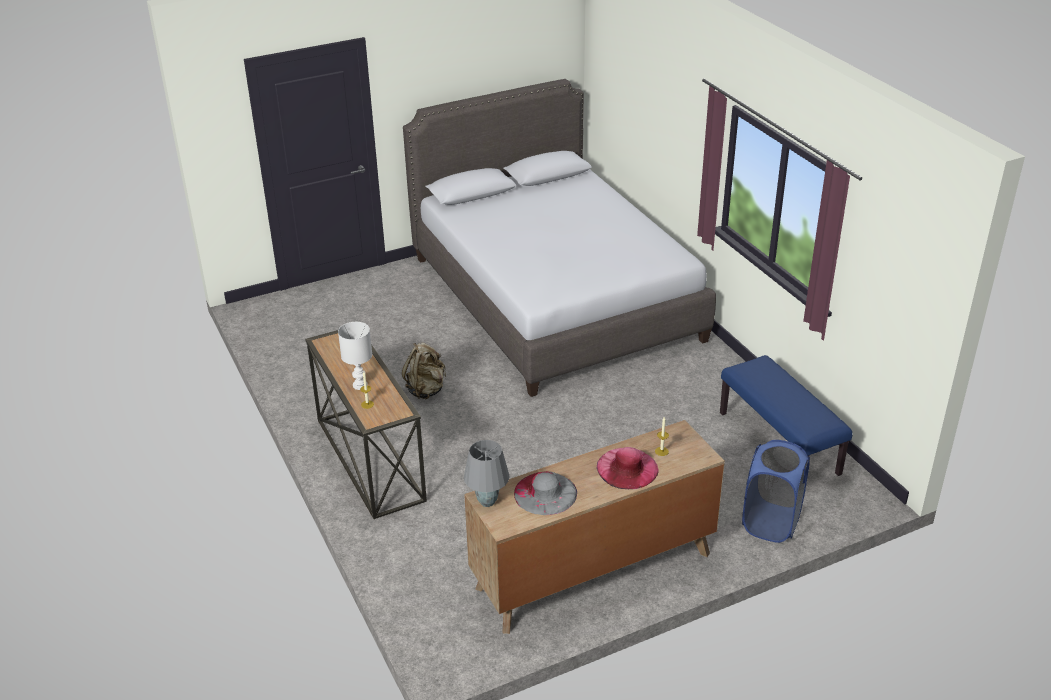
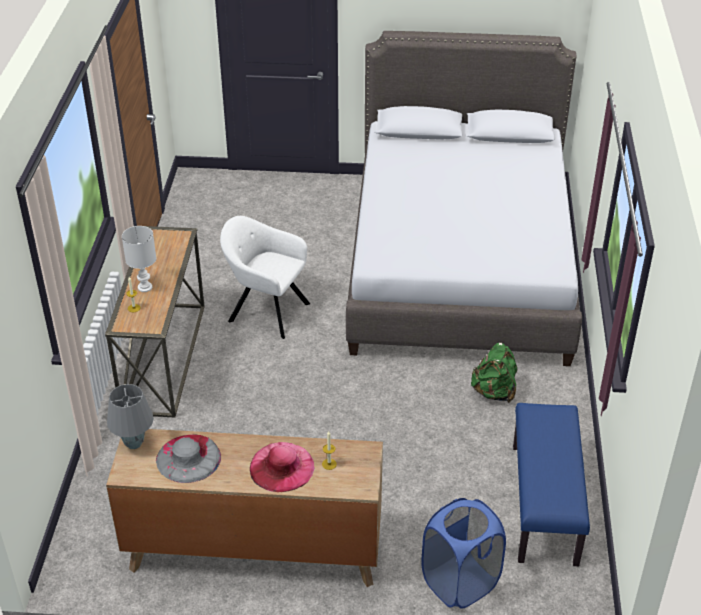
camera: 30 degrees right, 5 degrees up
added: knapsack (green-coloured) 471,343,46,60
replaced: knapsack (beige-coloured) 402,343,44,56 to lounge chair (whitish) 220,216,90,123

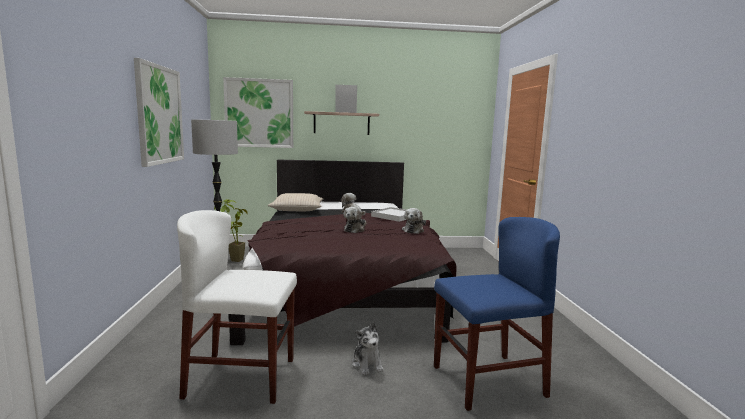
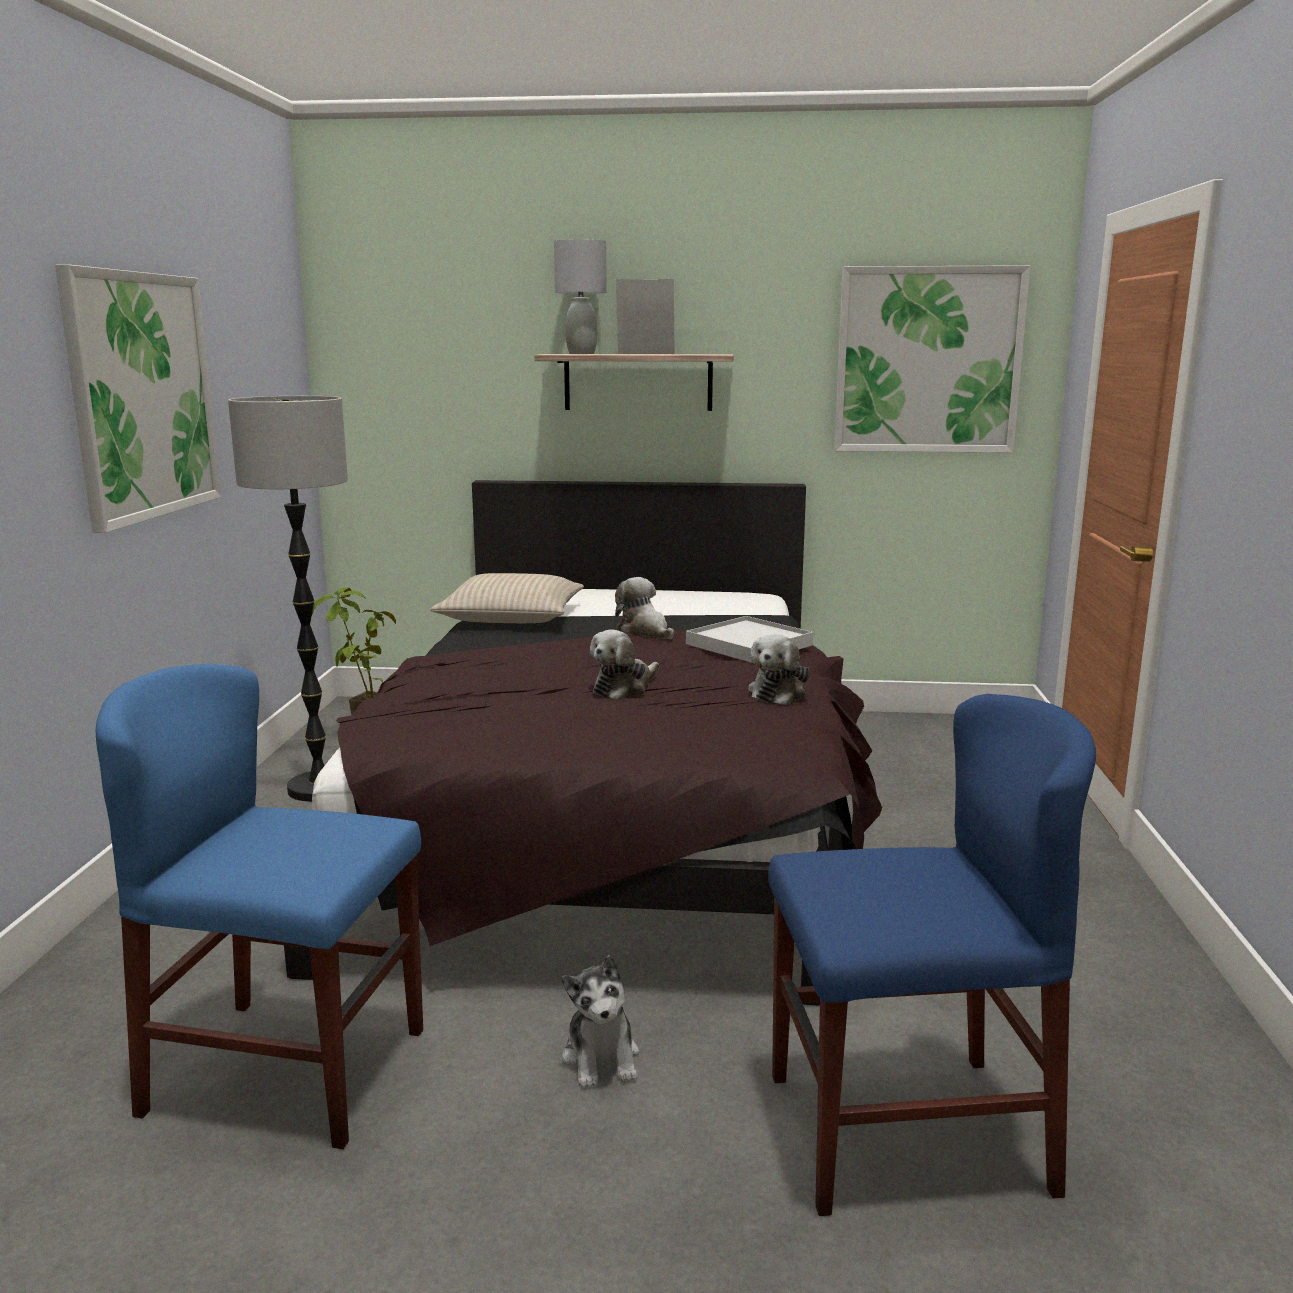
camera: 10 degrees right, 5 degrees up
added: table lamp (greyish) 554,239,53,115
moved: wall picture 223,77,70,71 to 834,265,197,188
recoloured: plain chair (whitish) 177,210,120,194 to plain chair (bluish) 95,664,328,485

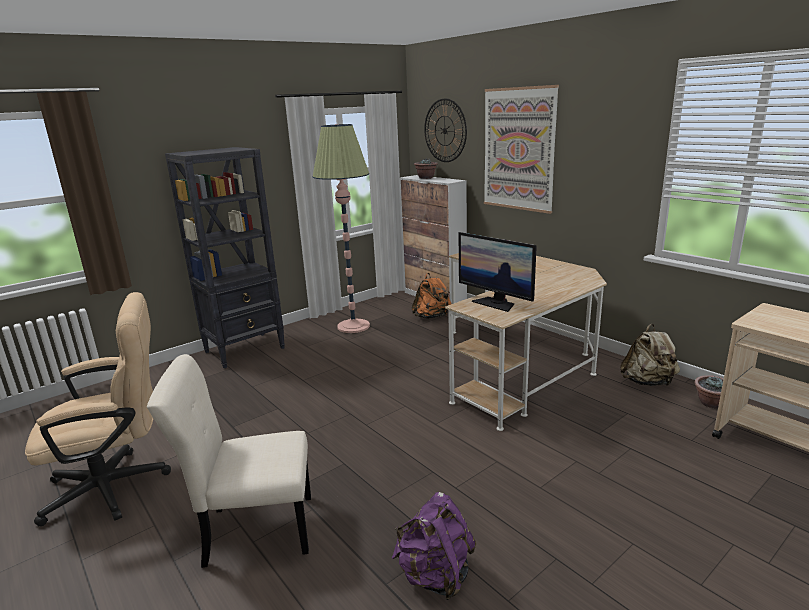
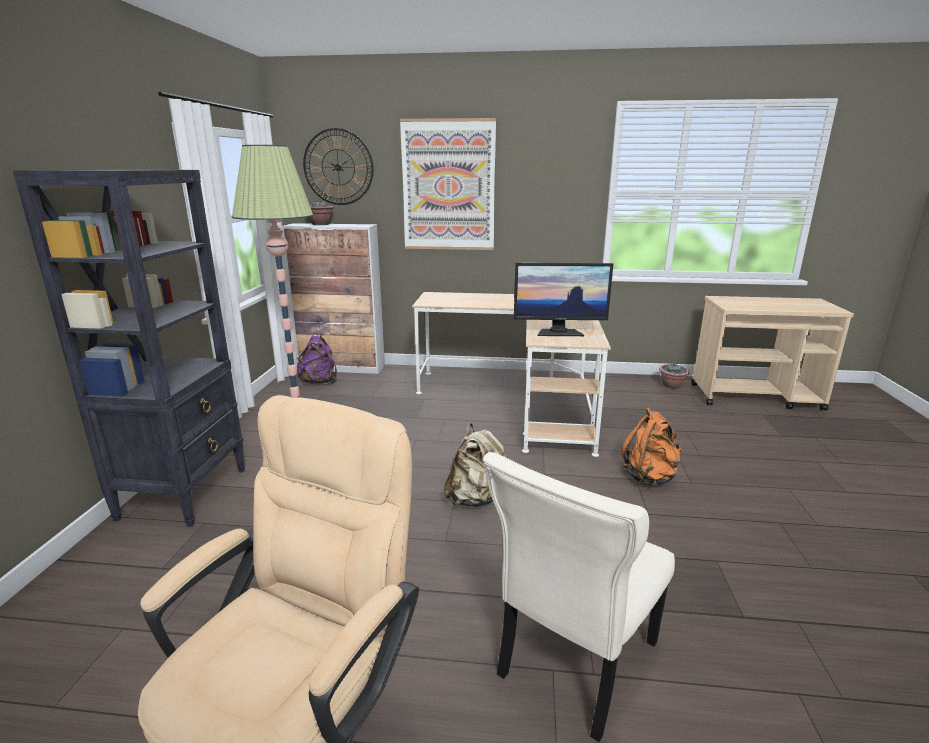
camera: 45 degrees left, 0 degrees up
moved: knapsack (purple-coloured) 392,492,84,108 to 296,333,41,51; knapsack (beige-coloured) 620,324,60,62 to 444,423,66,84; knapsack (orange) 412,273,39,46 to 621,408,60,78

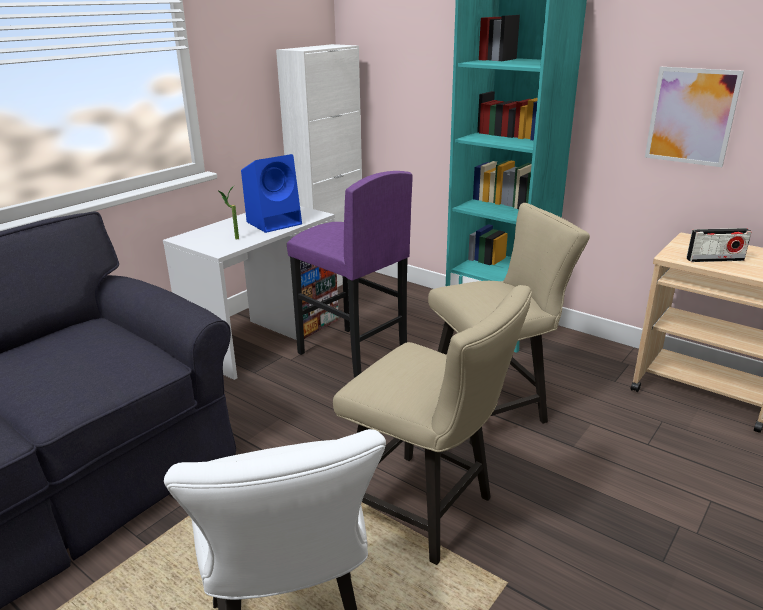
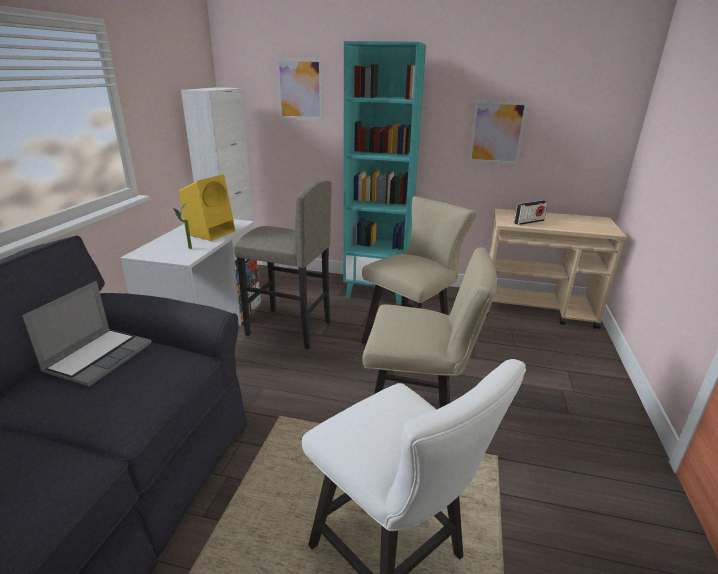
camera: 25 degrees left, 0 degrees up
added: laptop 22,281,130,105; wall picture 276,58,47,62
recoloured: speaker (bluish) 241,154,61,79 to speaker (yellow) 179,174,56,67; stool (purple-coloured) 287,171,126,207 to stool (greyish) 234,180,98,170

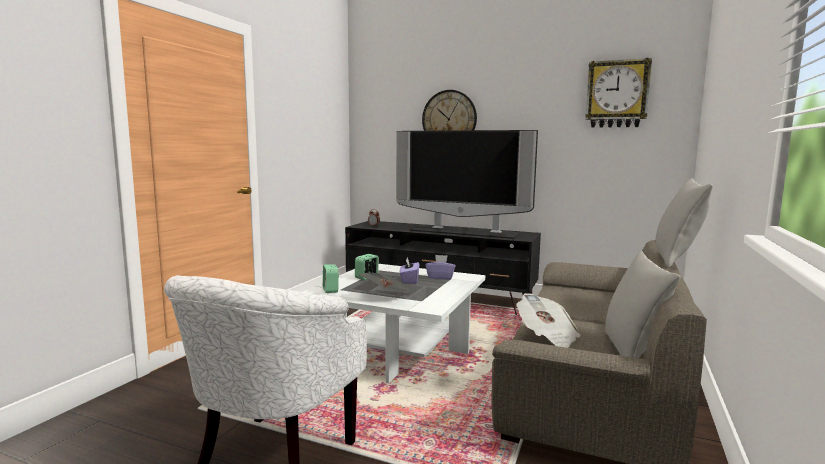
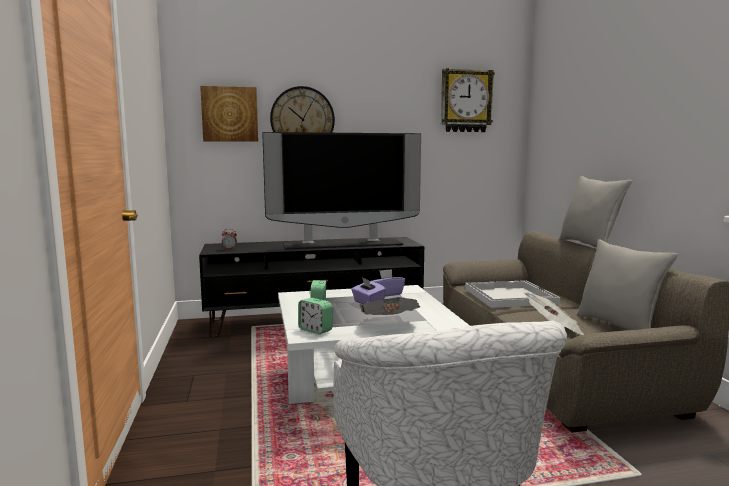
camera: 35 degrees left, 0 degrees up
added: wall picture 200,86,58,56; serving tray (whitish) 465,280,95,28

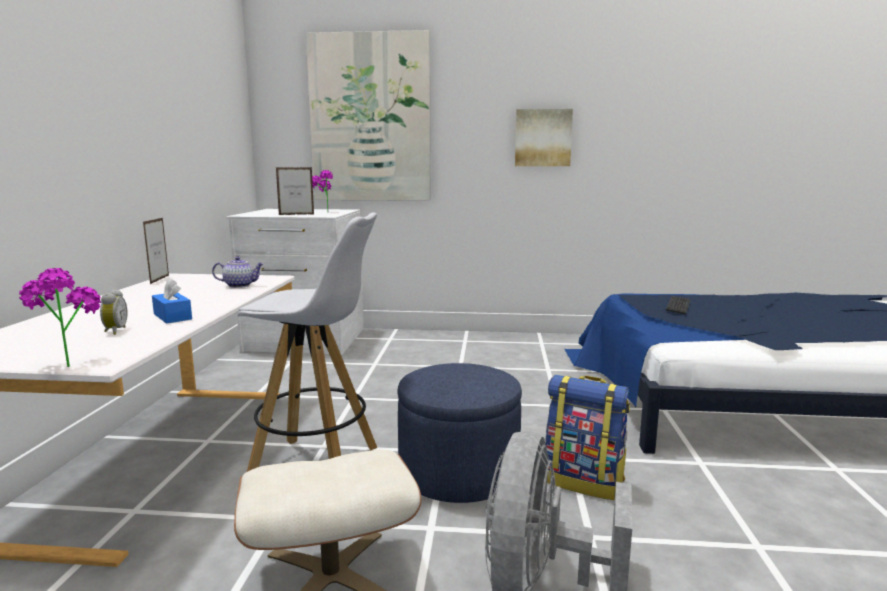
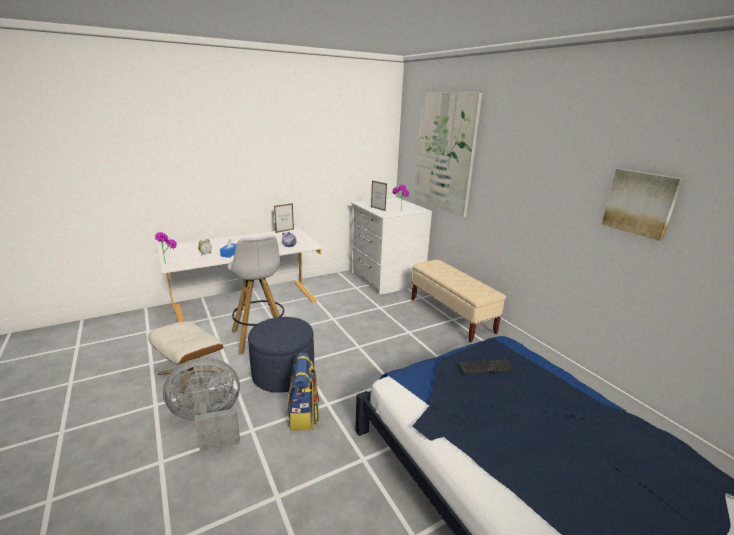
camera: 55 degrees right, 10 degrees up
added: indoor bench (beige-coloured) 411,260,95,83
moved: wall picture 515,109,58,57 to 601,169,82,72

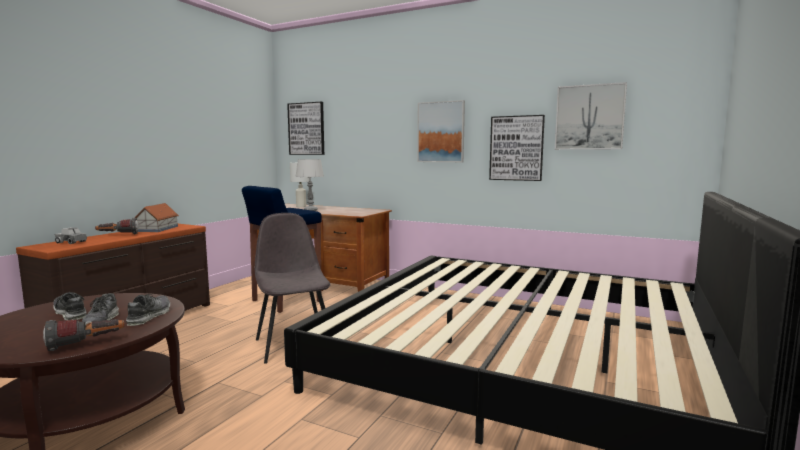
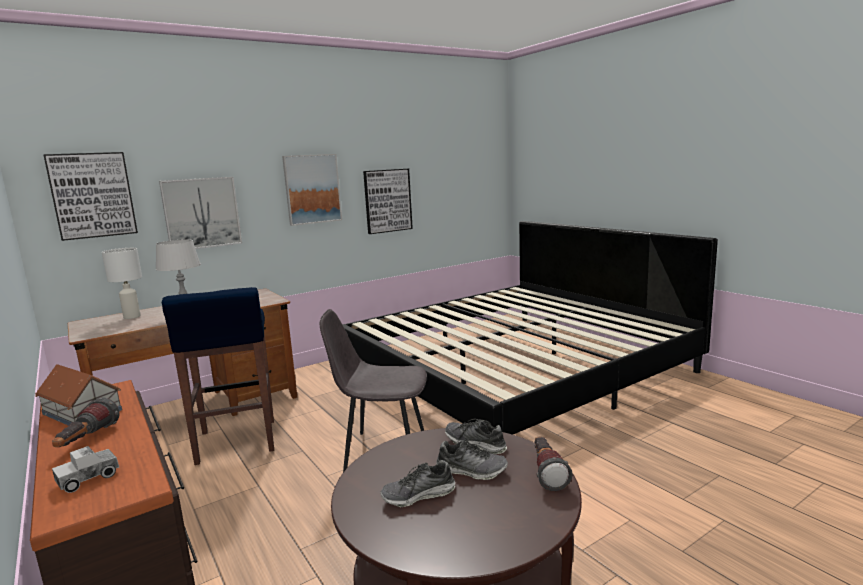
camera: 60 degrees left, 5 degrees up
moved: wall picture 555,82,72,68 to 159,177,83,72

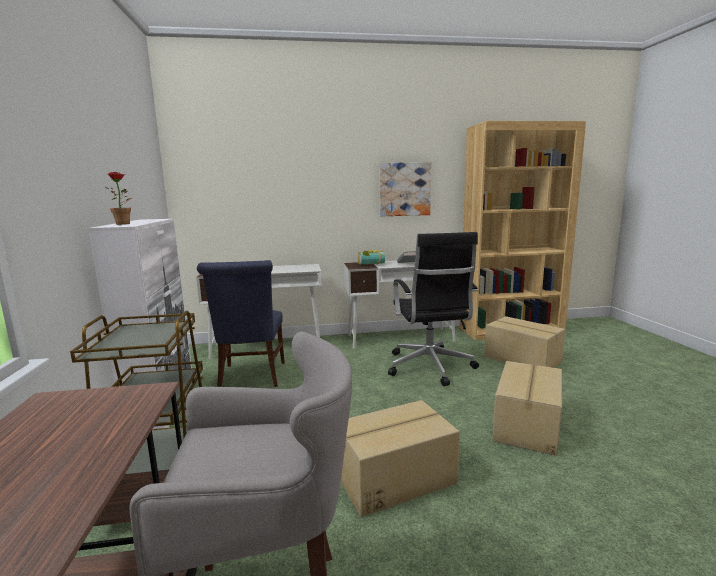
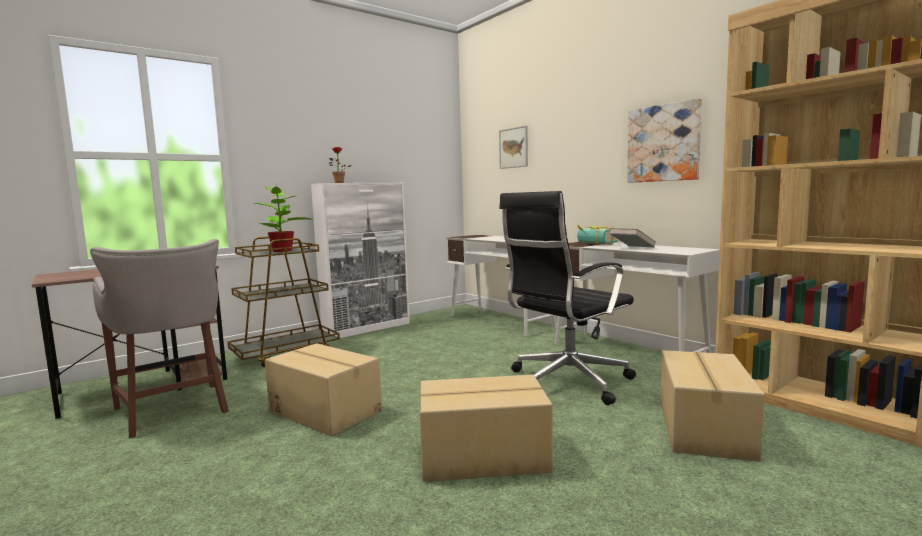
camera: 60 degrees right, 5 degrees down
removed: plain chair (bluish) 197,260,88,127
added: plant in a pot 255,187,55,65; wall picture 499,126,29,43

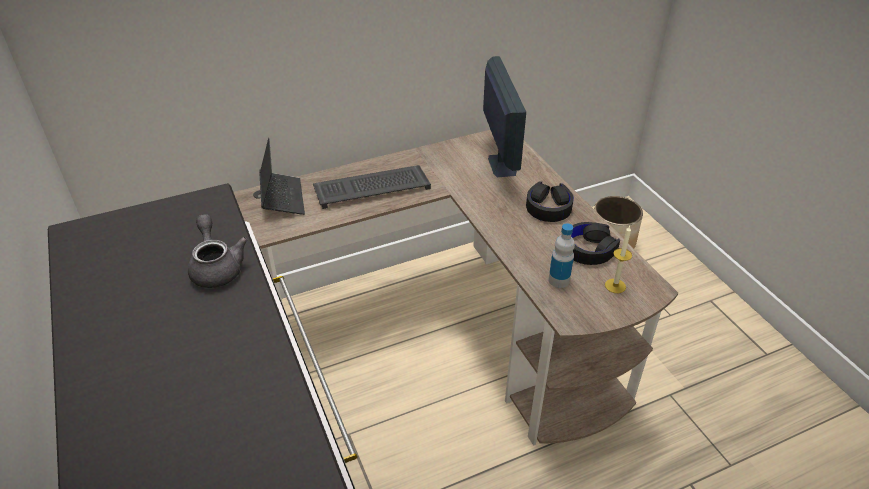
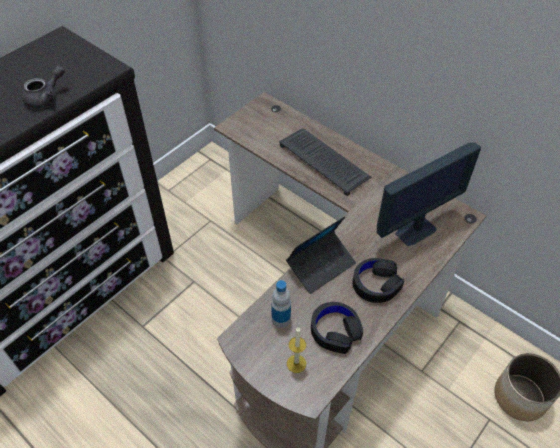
camera: 65 degrees right, 10 degrees up
moved: laptop 259,138,46,77 to 286,216,70,78

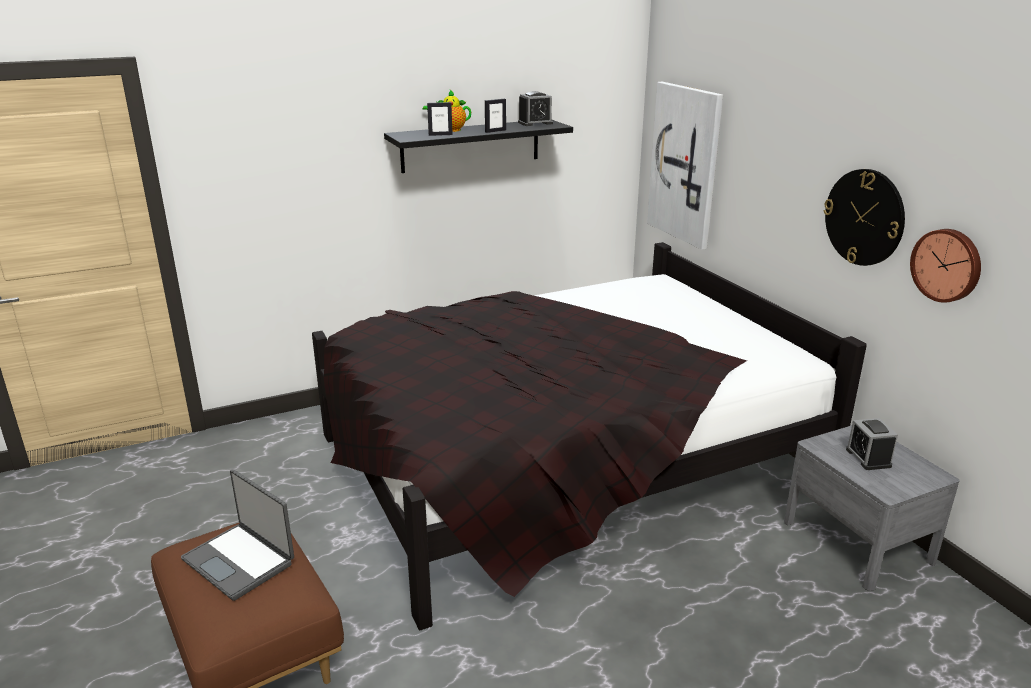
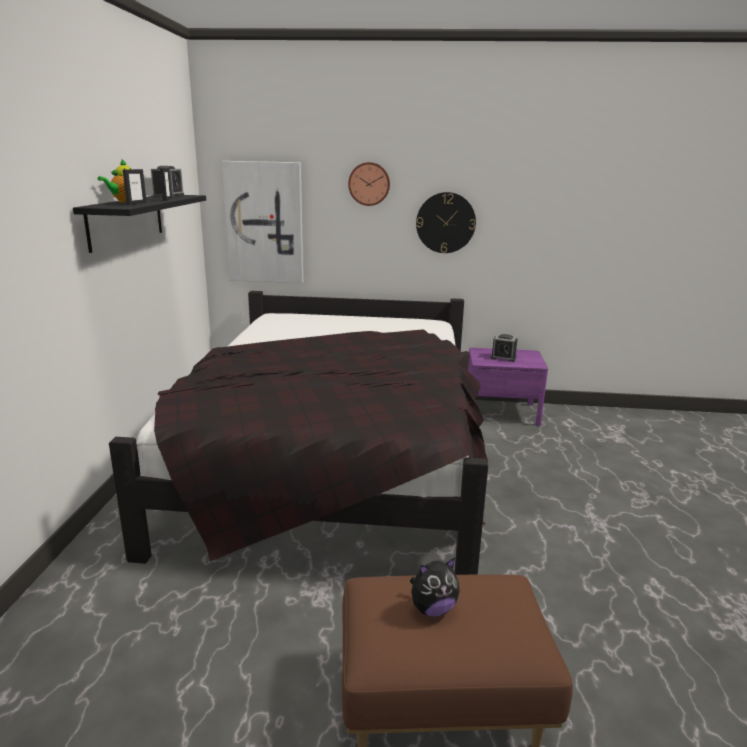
camera: 60 degrees left, 5 degrees down
moved: clock on the wall 910,229,71,74 to 348,162,42,44
replaced: laptop 181,469,113,132 to soft toy 410,558,50,59
recoloured: night table (greyish) 784,425,175,166 to night table (purple-coloured) 468,348,80,78

